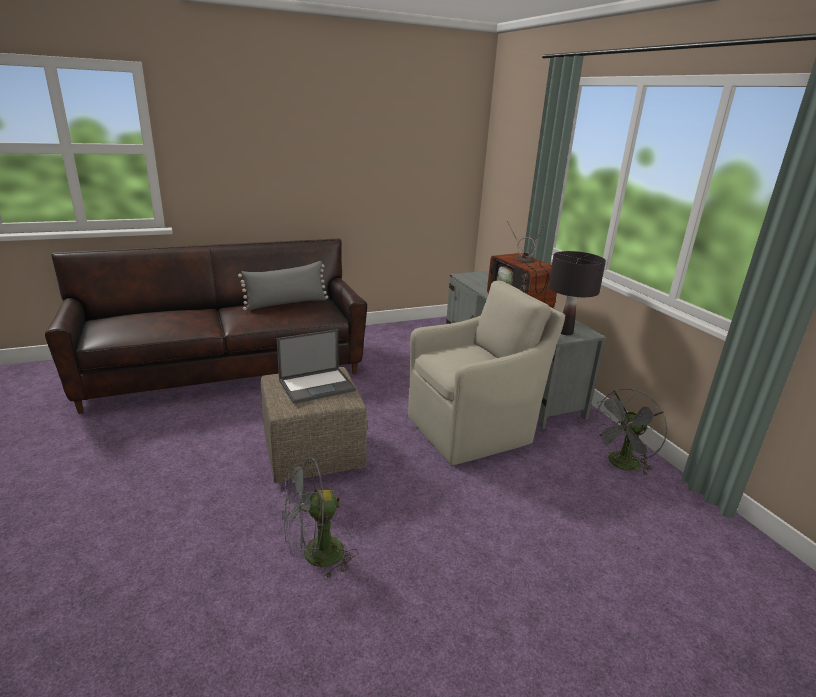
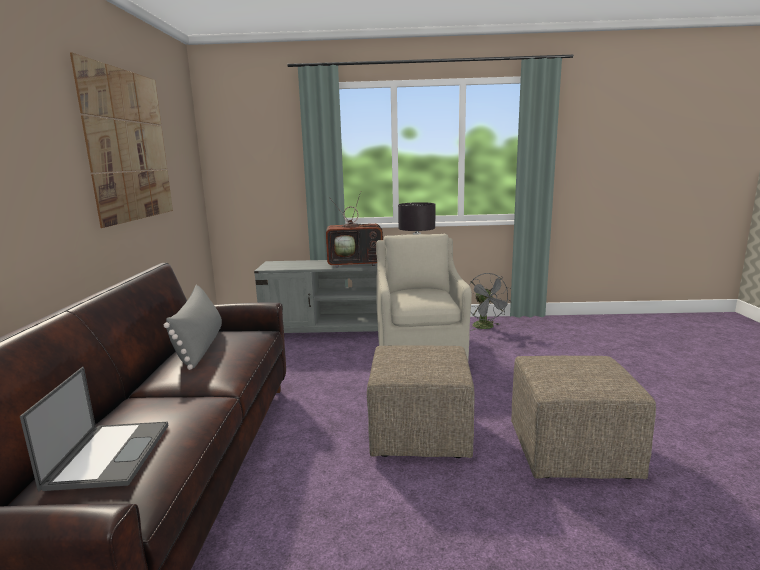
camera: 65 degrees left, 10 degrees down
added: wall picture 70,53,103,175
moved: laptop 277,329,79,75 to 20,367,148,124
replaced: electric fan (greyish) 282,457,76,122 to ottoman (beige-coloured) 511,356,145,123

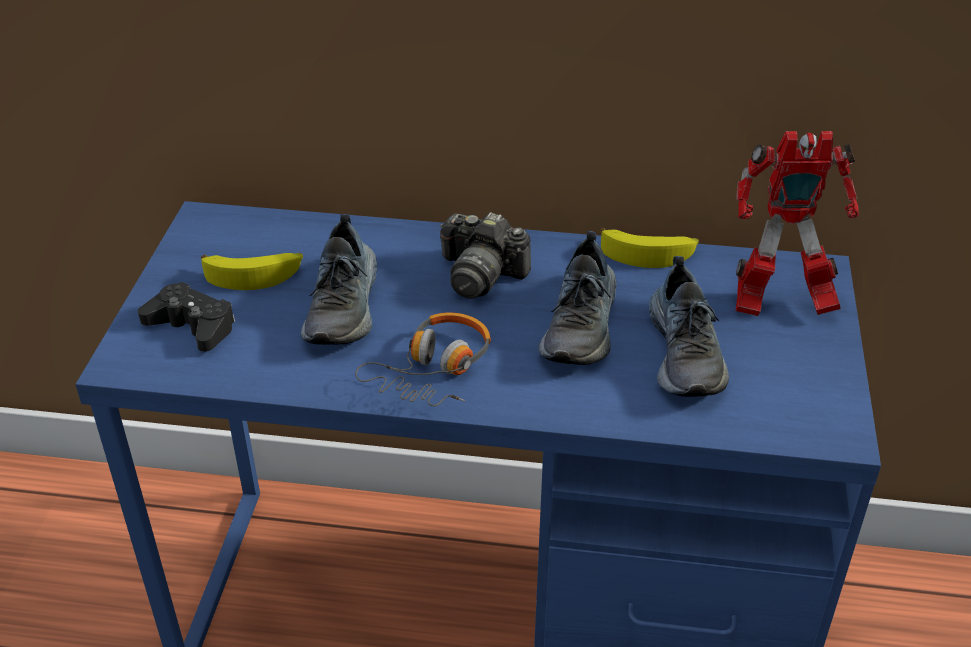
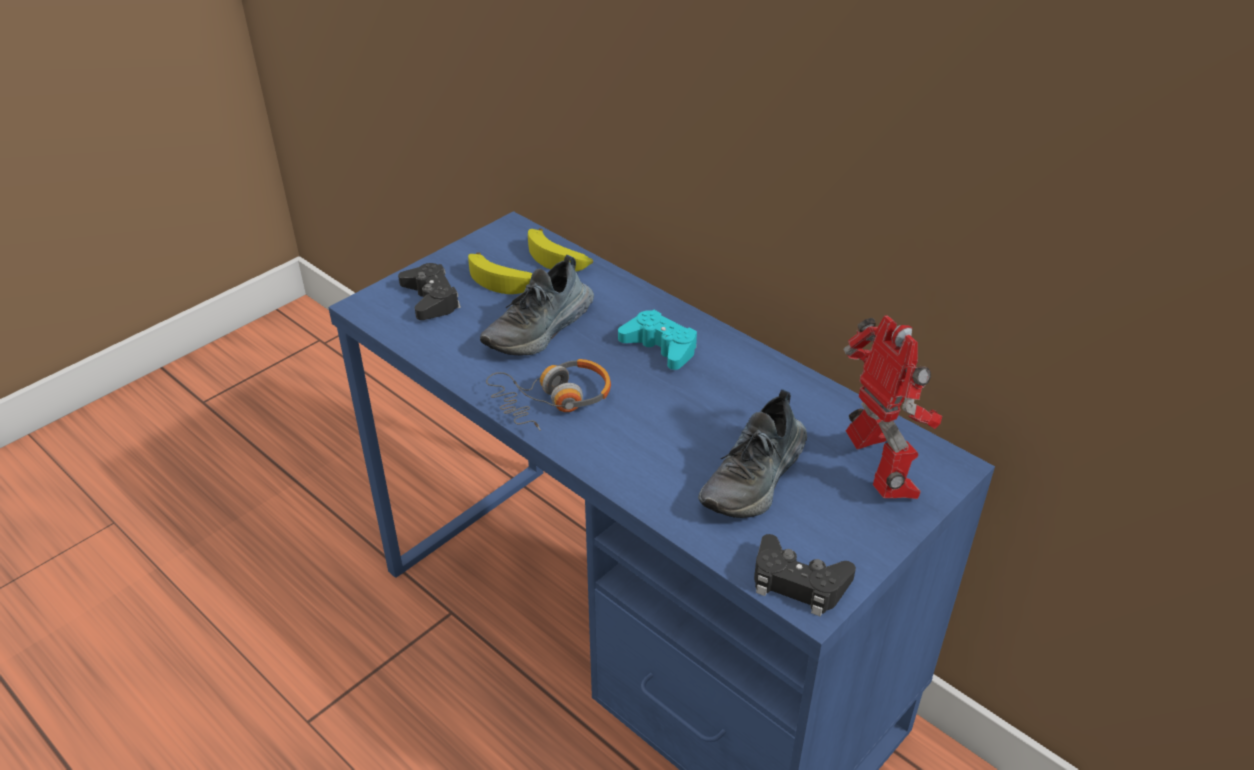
camera: 35 degrees right, 0 degrees up
removed: item of footwear 538,231,79,134
added: game controller (black-coloured) 754,534,102,83
moved: banana 599,228,100,40 to 528,228,65,44
replaced: still camera 440,212,91,87 to game controller (turquoise-coloured) 618,310,79,60
turned: robot figure 736,131,123,185 = 843,315,99,184 150 degrees counterclockwise

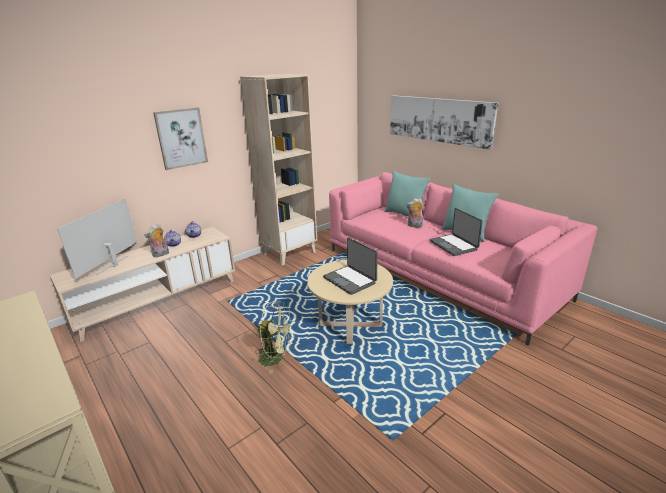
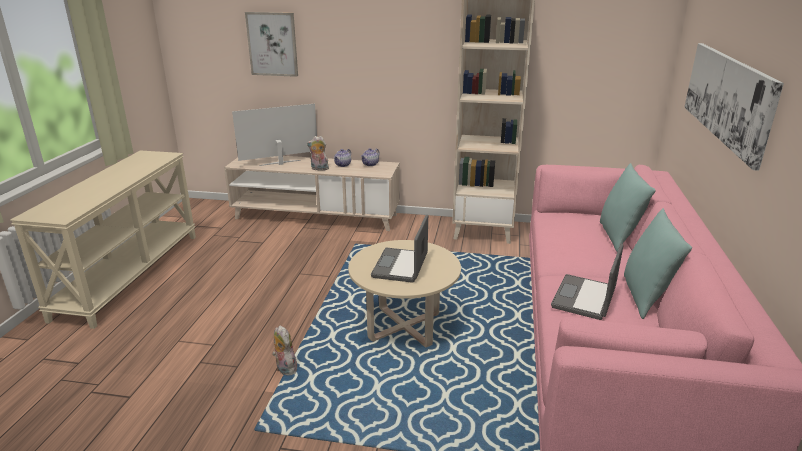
camera: 50 degrees right, 0 degrees up
removed: electric fan (green-coloured) 255,302,39,72
moved: wall picture 153,107,55,63 to 245,12,53,65; soft toy 406,198,17,29 to 272,325,25,51

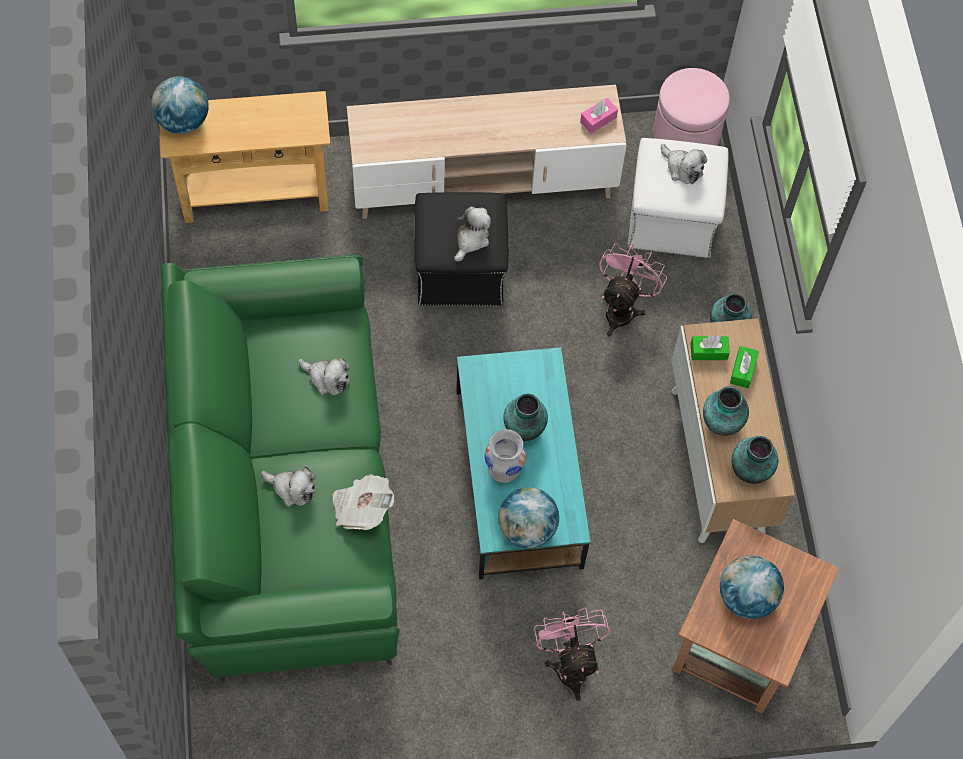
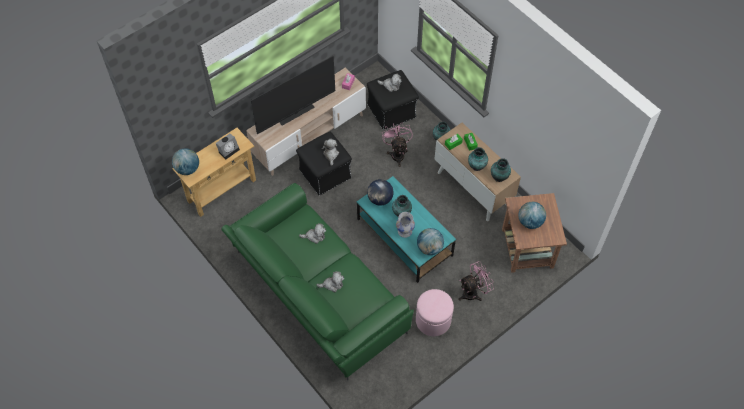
camera: 30 degrees left, 5 degrees down
removed: printed paper 332,474,62,56
added: alarm clock 216,134,24,26; television 251,56,84,78; globe 367,179,27,27
moved: ottoman (pink-coloured) 653,68,77,78 to 416,289,38,47
recoloured: ottoman (whitish) 627,138,101,120 to ottoman (black-coloured) 367,70,52,60
turned: electric fan (pink-coloured) 534,608,76,93 = 459,261,35,40 105 degrees clockwise

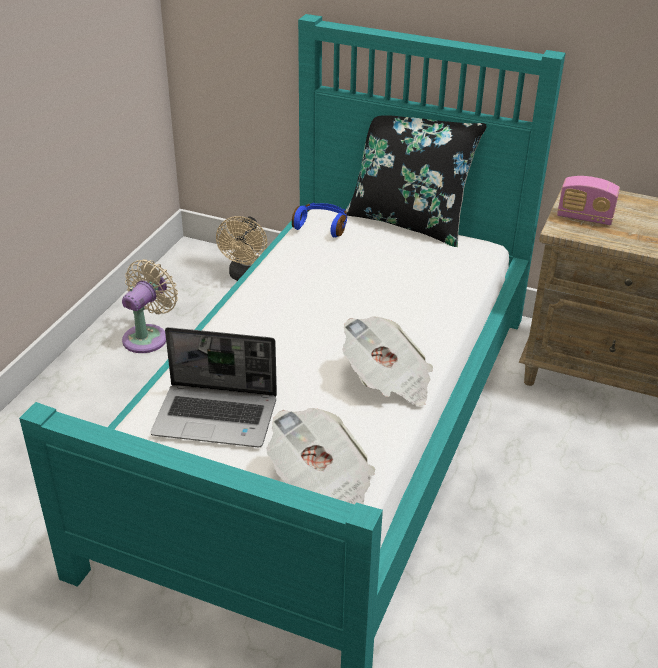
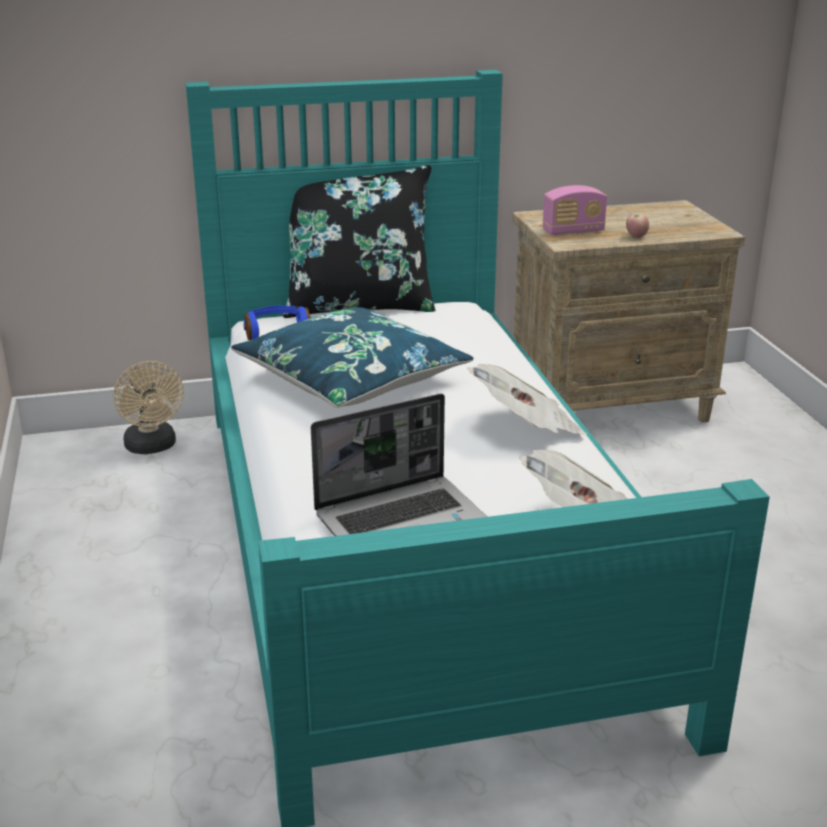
camera: 35 degrees left, 10 degrees down
removed: electric fan (beige-coloured) 122,259,56,94
added: throw pillow (bluish) 231,307,243,101; whole apple 626,213,23,25

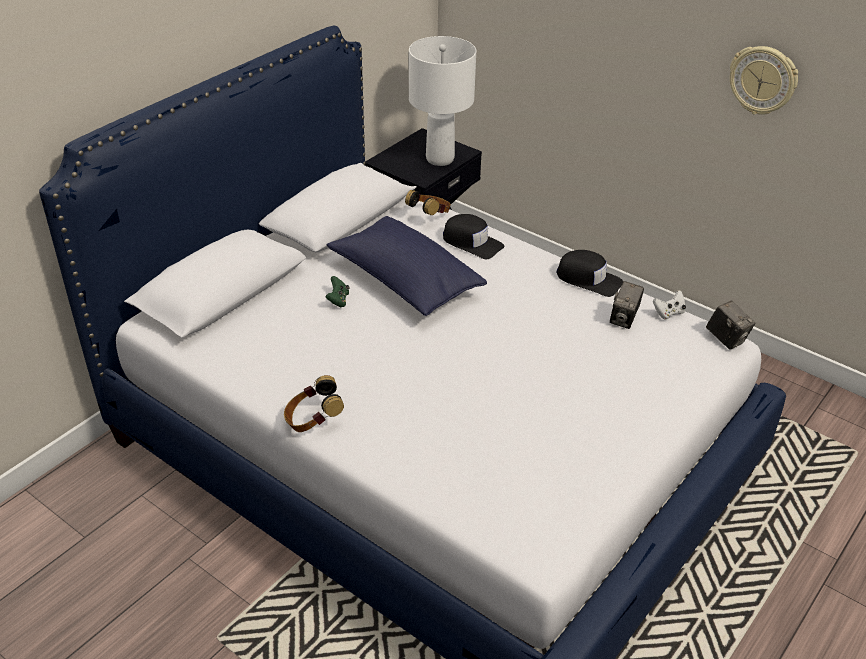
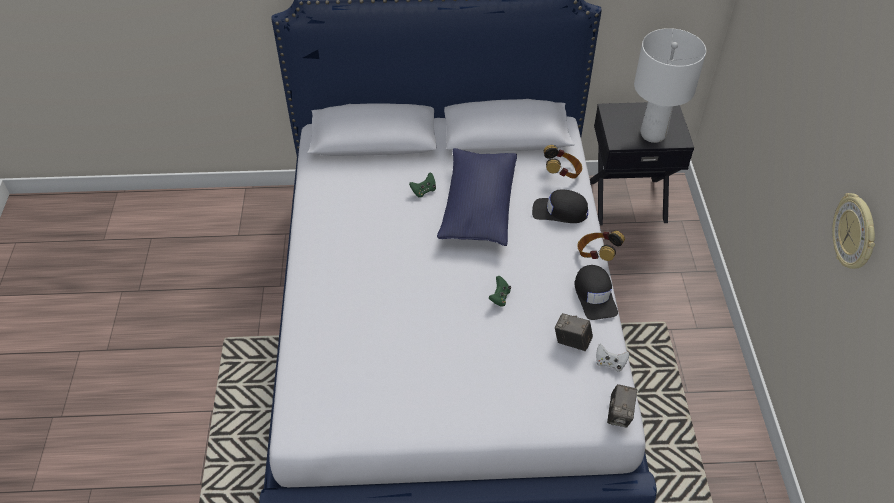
camera: 50 degrees right, 10 degrees up
added: game controller (green-coloured) 489,276,22,31
moved: headphones 284,375,60,57 to 577,231,48,30
turned: peaked cap (black-coloured) 443,214,61,45 = 532,190,56,33 105 degrees clockwise; still camera 610,281,34,48 = 555,313,38,38 45 degrees clockwise

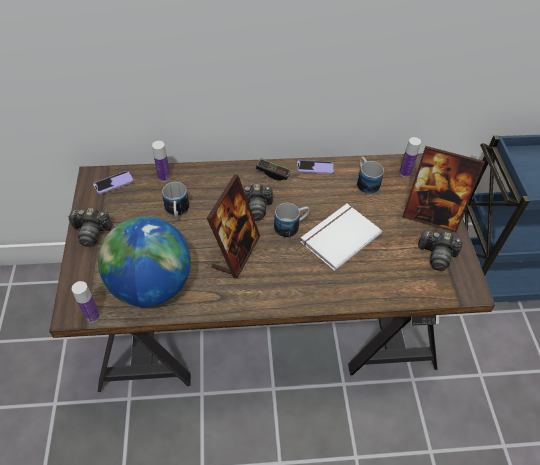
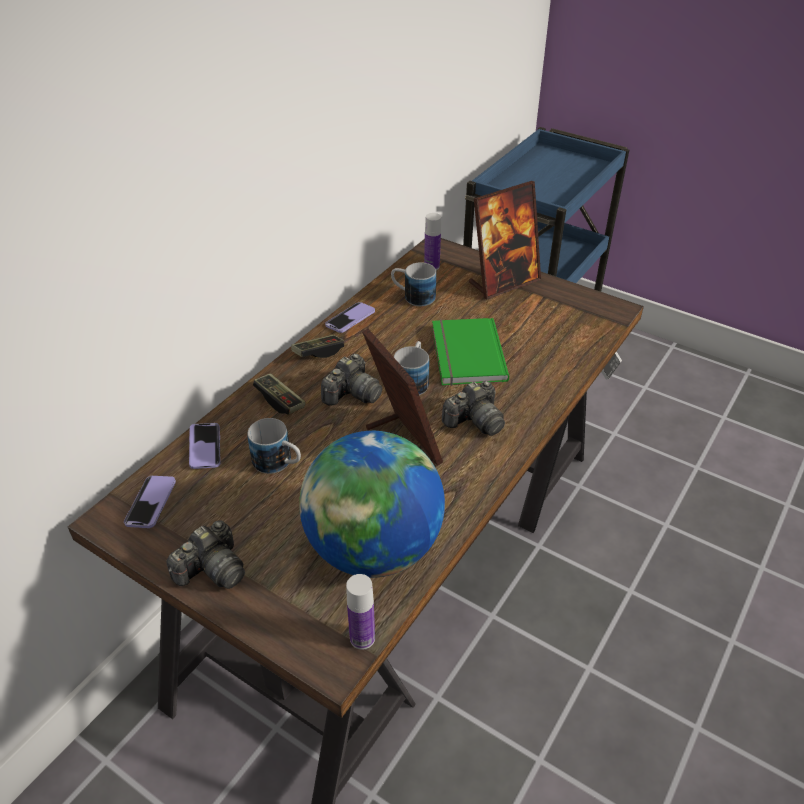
camera: 50 degrees left, 10 degrees down
added: game controller 253,373,53,41
moved: still camera 418,231,44,40 to 442,381,63,55
replaced: beverage bottle 152,141,18,41 to phone 189,423,31,46
recoloured: book (whitish) 300,204,82,67 to book (green-coloured) 432,318,77,68

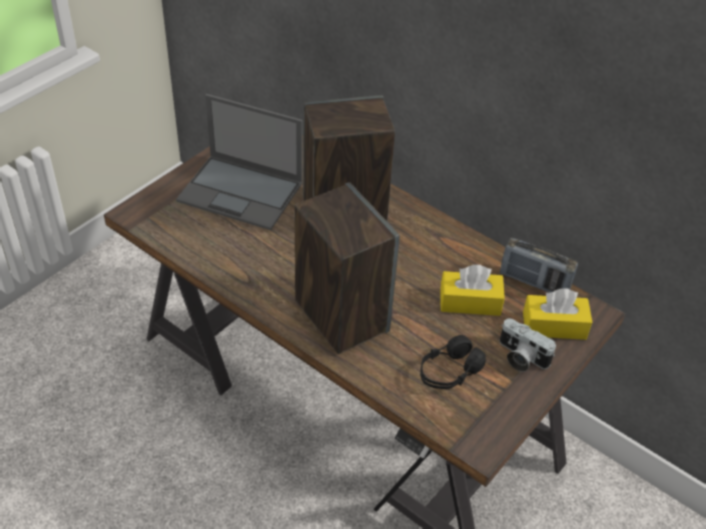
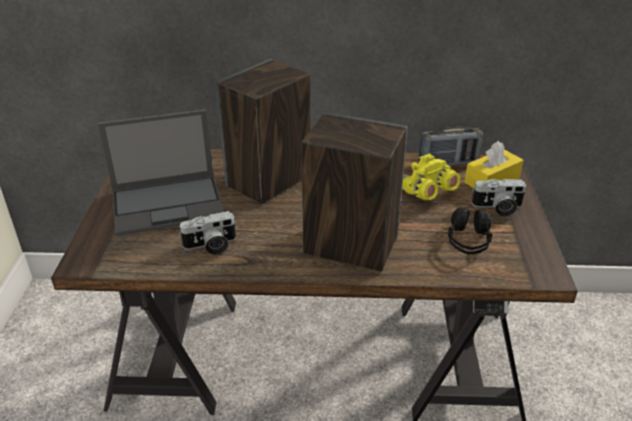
camera: 35 degrees left, 10 degrees down
added: still camera 179,211,57,44
replaced: box of tissues (yellow) 440,265,65,51 to field glasses (yellow) 402,154,59,46

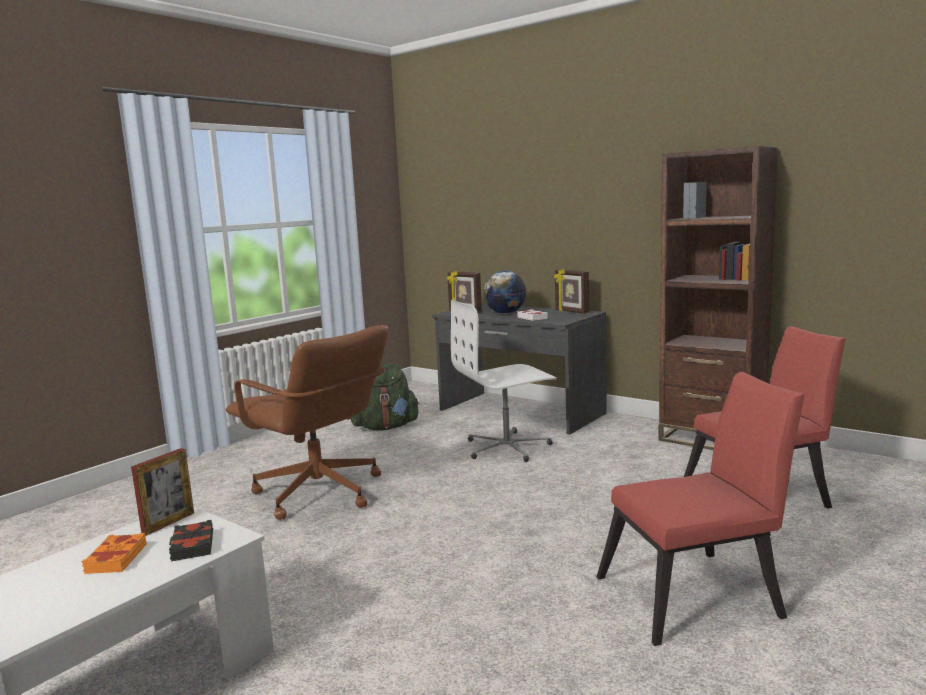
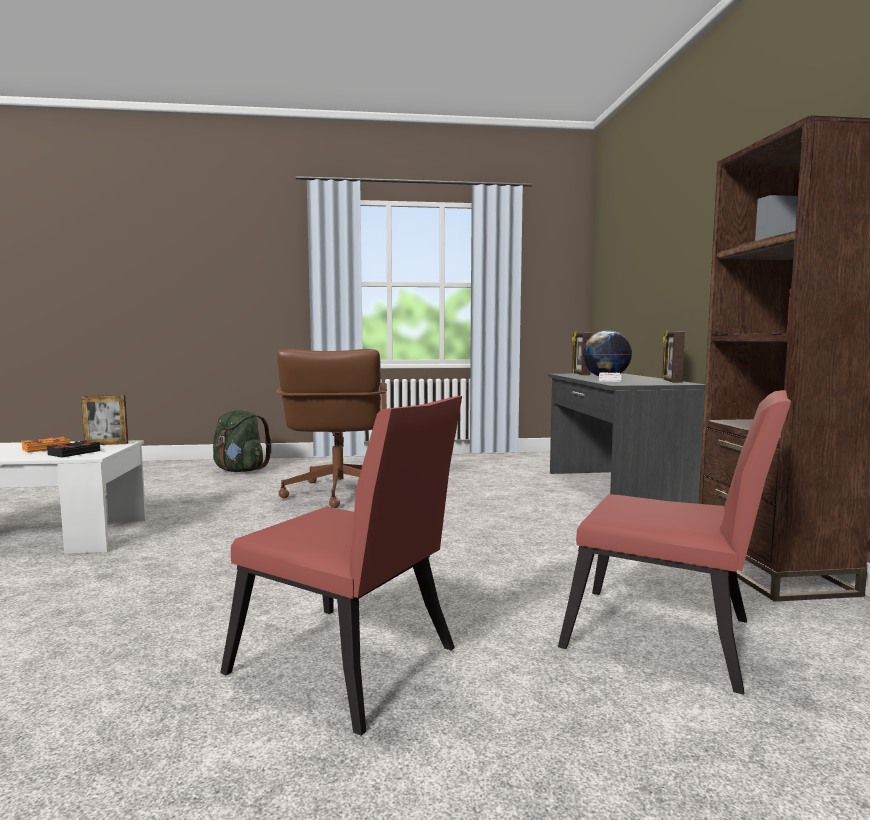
camera: 45 degrees right, 5 degrees down
removed: office chair (whitish) 451,300,106,162
moved: knapsack (green-coloured) 351,364,69,67 to 213,410,59,62

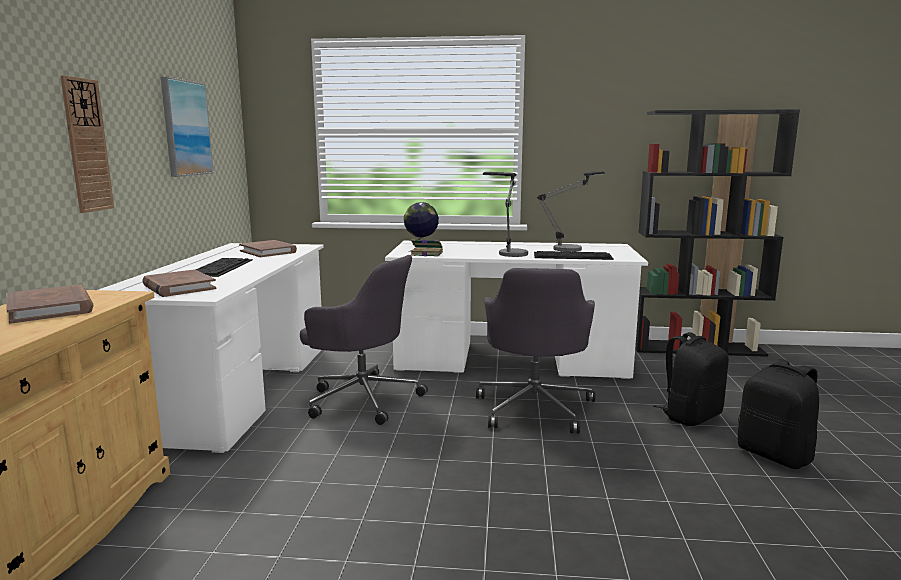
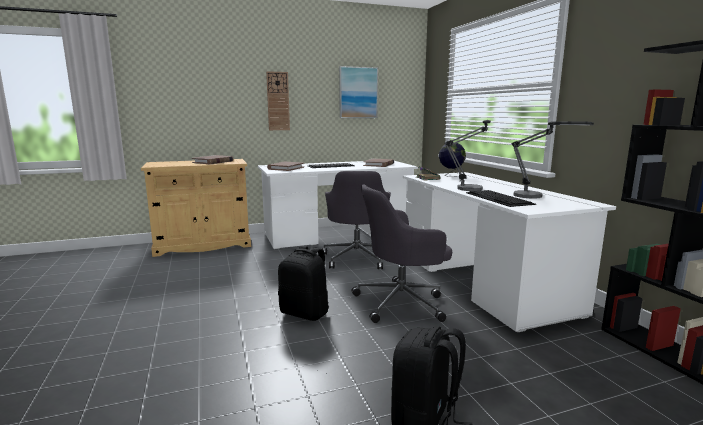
camera: 65 degrees right, 0 degrees up
moved: knapsack (black-coloured) 653,332,76,94 to 278,246,51,75

